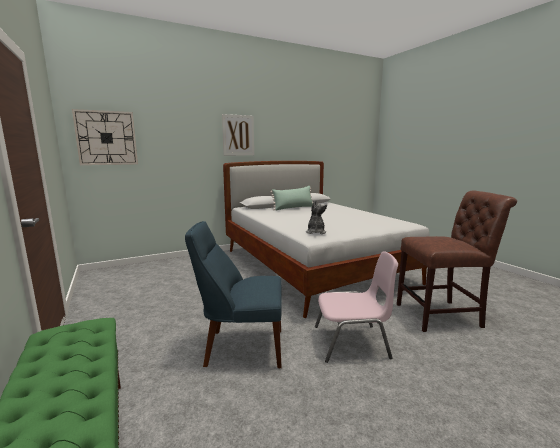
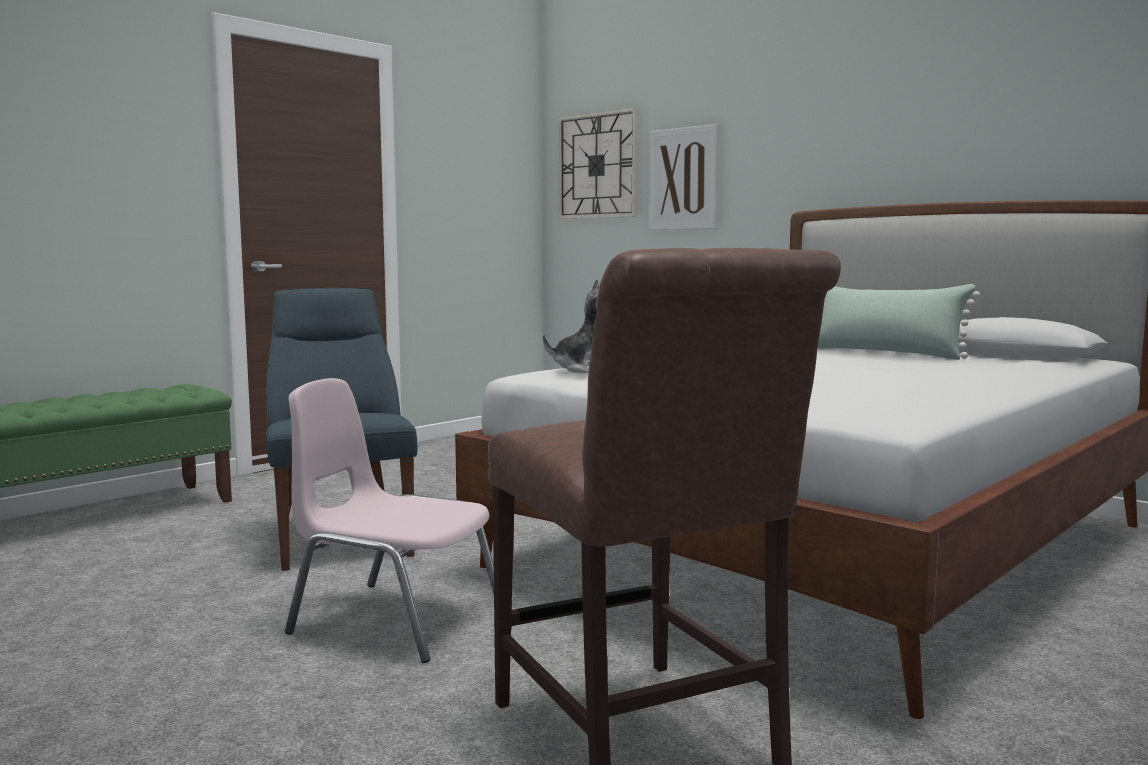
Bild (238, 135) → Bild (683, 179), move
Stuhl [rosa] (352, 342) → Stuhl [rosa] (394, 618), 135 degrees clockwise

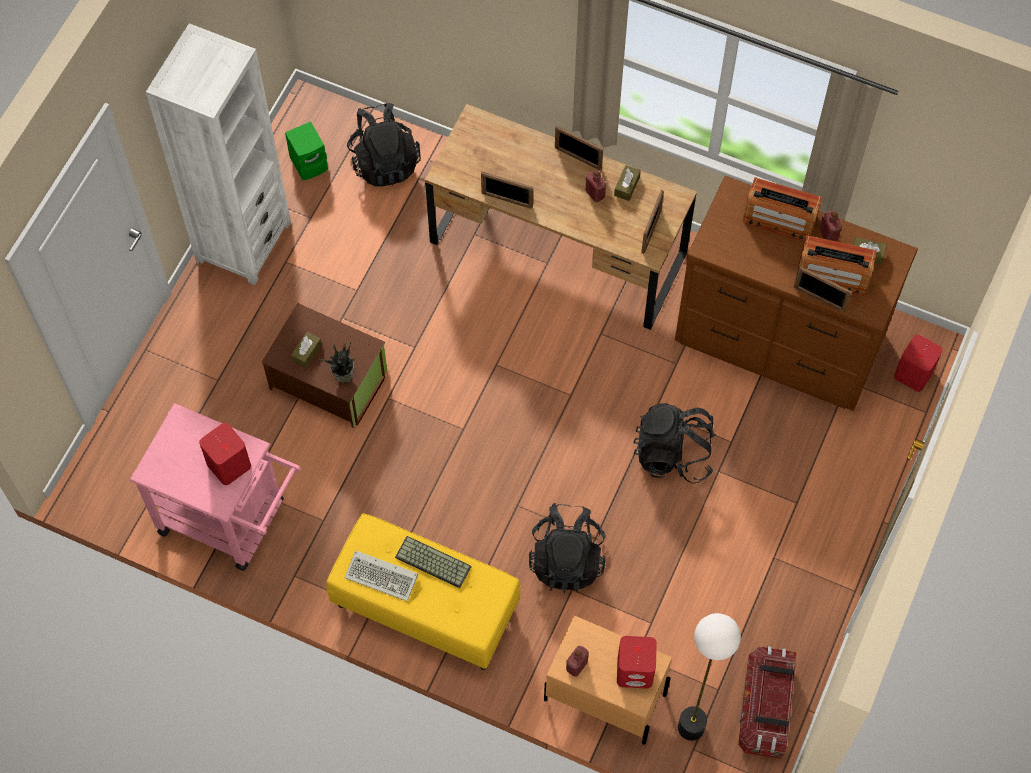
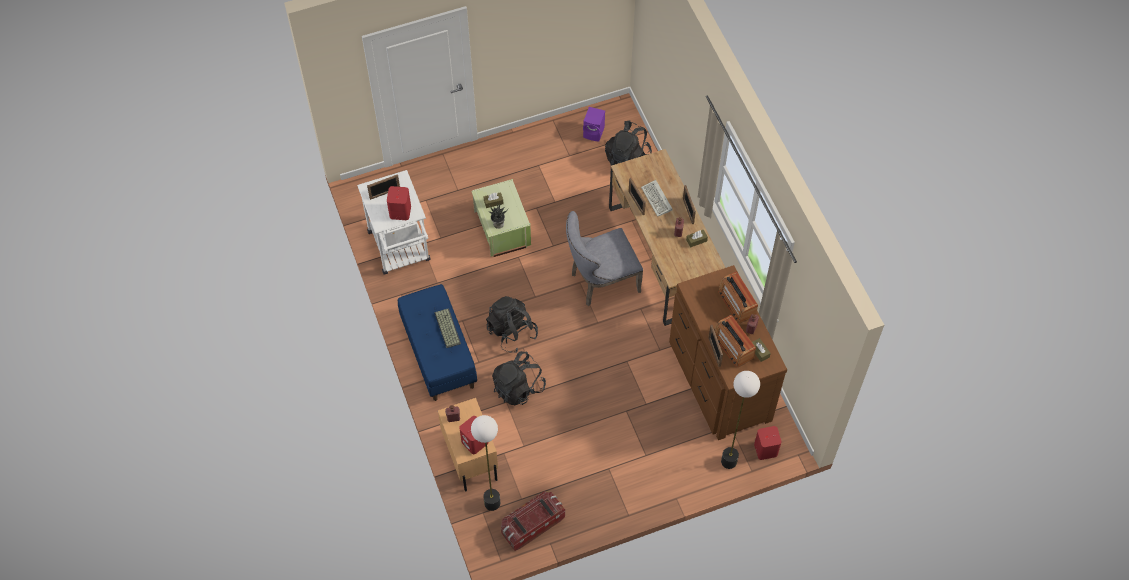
Bücherregal [weiß] (243, 241) → -
Lautsprecher [grün] (310, 163) → Lautsprecher [lila] (594, 133)
Bilderrahmen (651, 231) → Bilderrahmen (385, 193), move
Aufbewahrungsbox [braun] (328, 381) → Aufbewahrungsbox [grün] (501, 229)
Rollwagen [rosa] (231, 520) → Rollwagen [weiß] (401, 251)
Rucksack [schwarz] (673, 454) → Rucksack [schwarz] (511, 332), move
Bank [gelb] (425, 608) → Bank [blau] (438, 354)
Tastatur (383, 576) → Tastatur (657, 200), move
- → Stuhl [grau] (600, 282)
- → Stehlampe (729, 461)

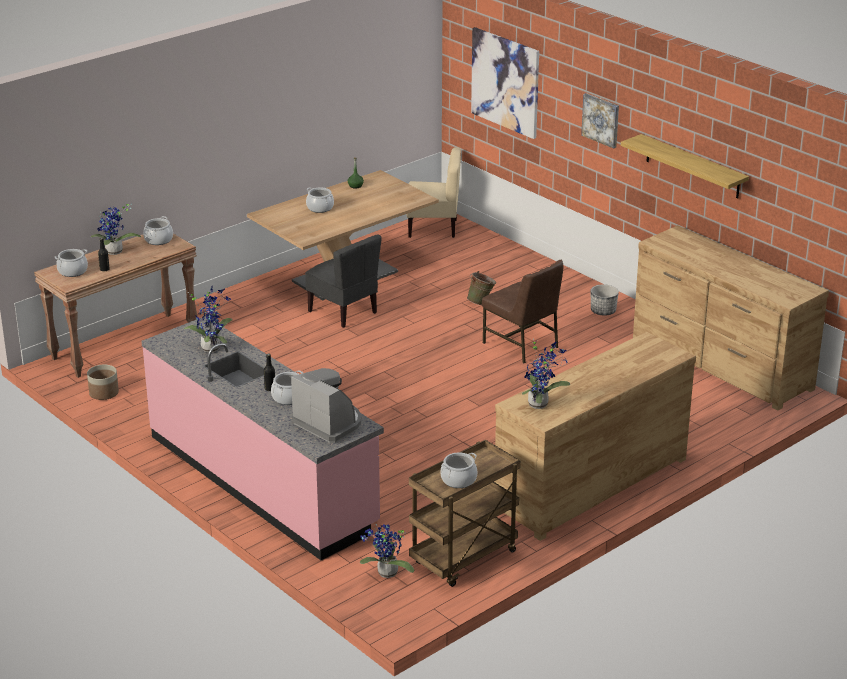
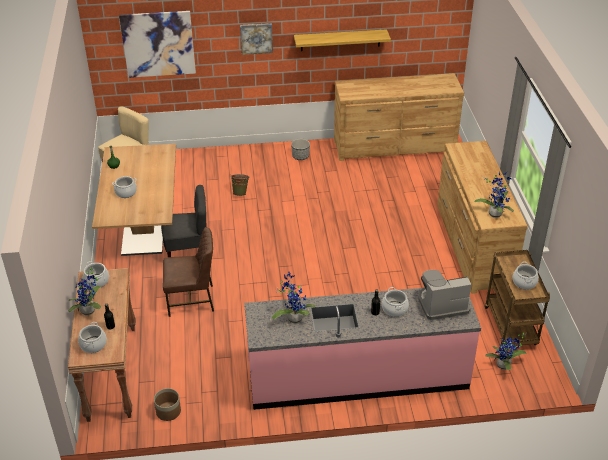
Stuhl [braun] (522, 345) → Stuhl [braun] (192, 300), move

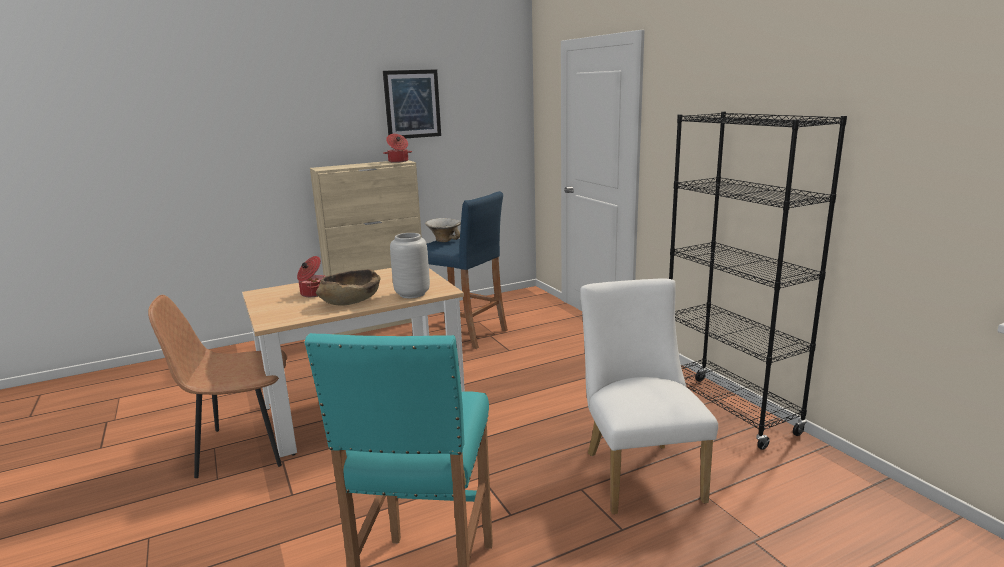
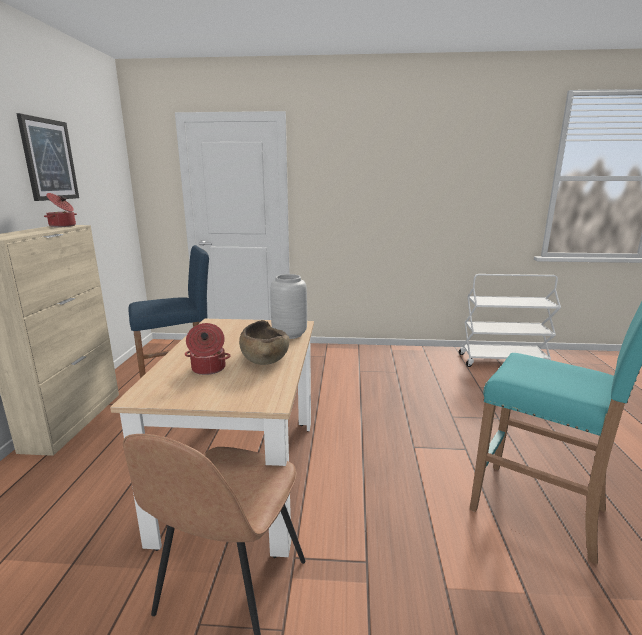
Bücherregal [schwarz] (728, 411) → -
Schüssel (444, 240) → -
Stuhl [weiß] (638, 471) → -
- → Rollwagen [weiß] (503, 361)

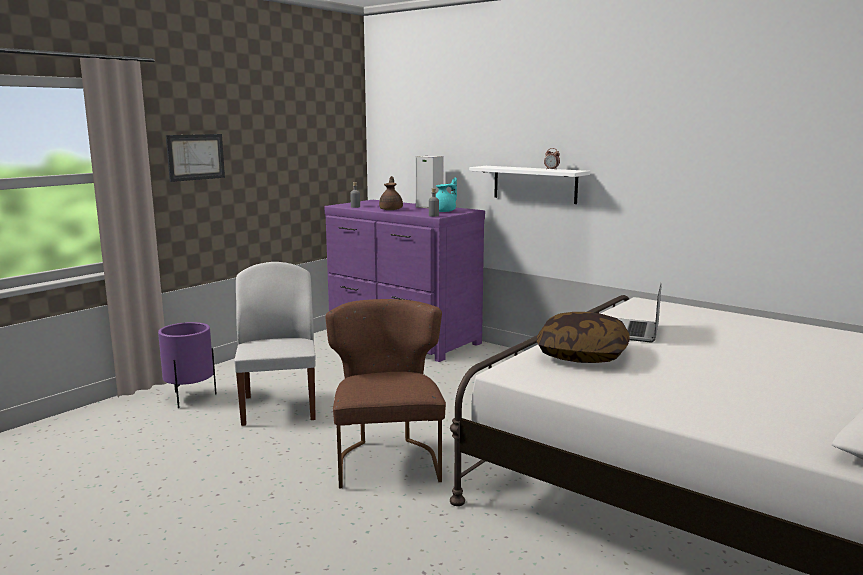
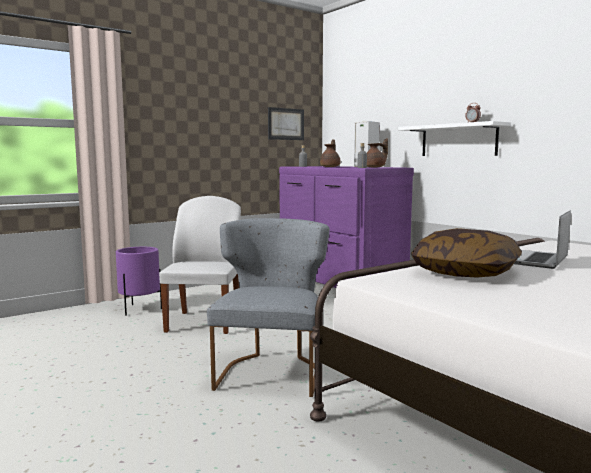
Bild (195, 157) → Bild (285, 124), move
Teekanne [türkis] (445, 211) → Teekanne [braun] (375, 167)
Stuhl [braun] (387, 459) → Stuhl [grau] (271, 371)

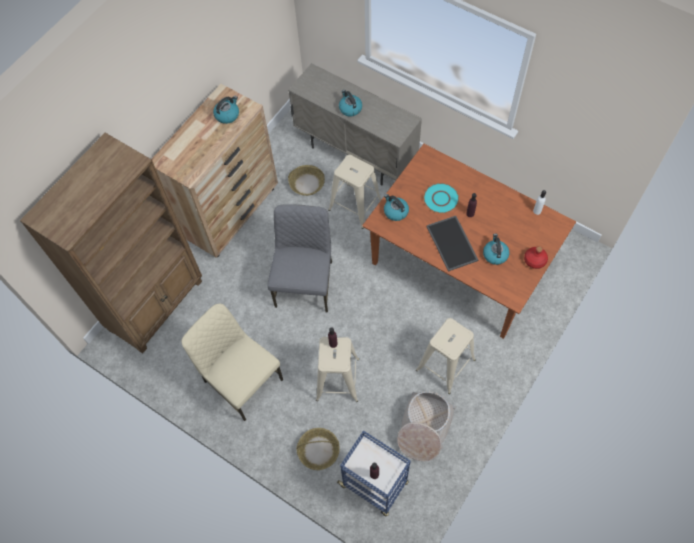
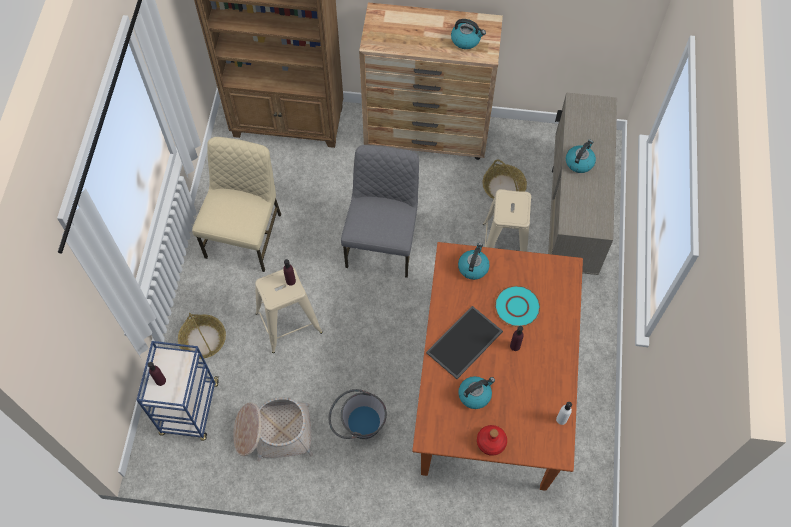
Stuhl [grau] (305, 283) → Stuhl [grau] (383, 242), 60 degrees counterclockwise
Hocker [beige] (445, 364) → Eimer [grau] (357, 424)

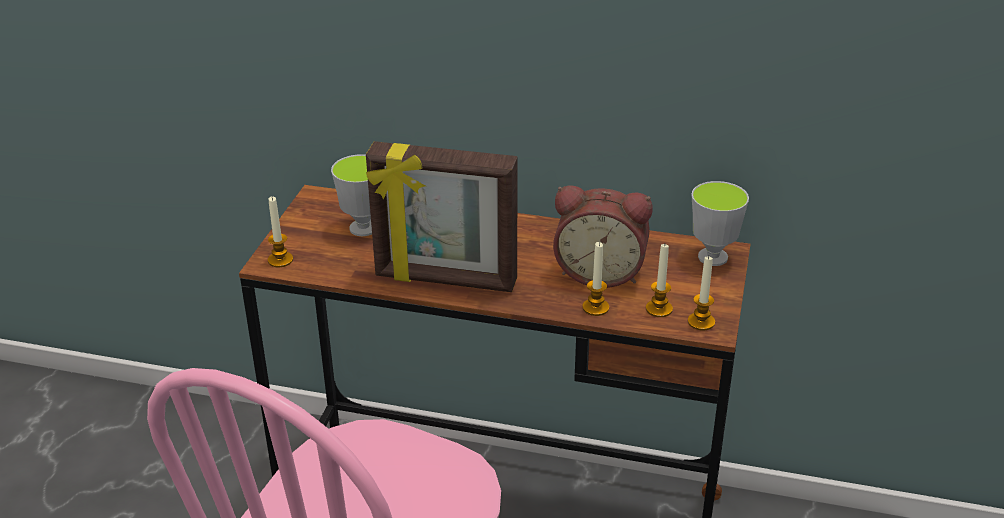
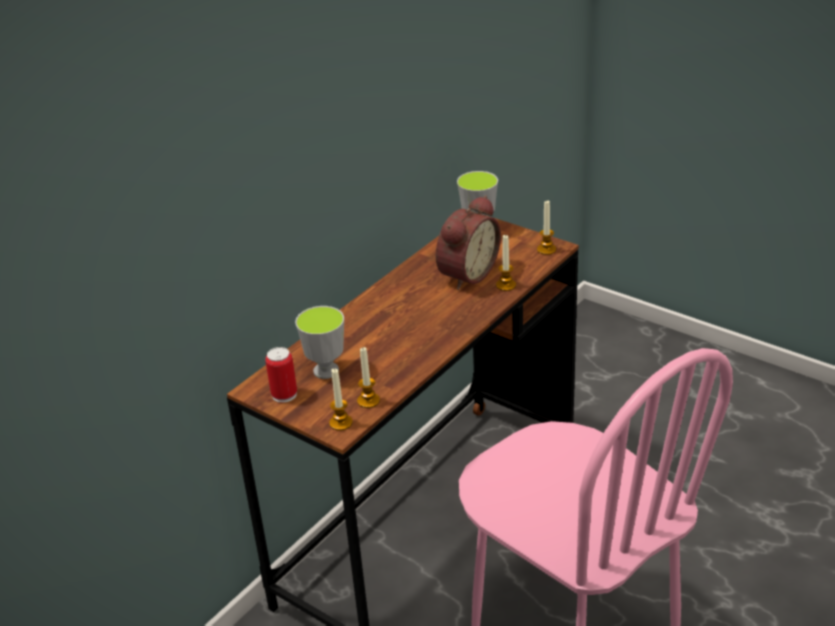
Bilderrahmen (445, 280) → -
Kerze (659, 309) → Kerze (368, 401), move
- → Dose (284, 394)

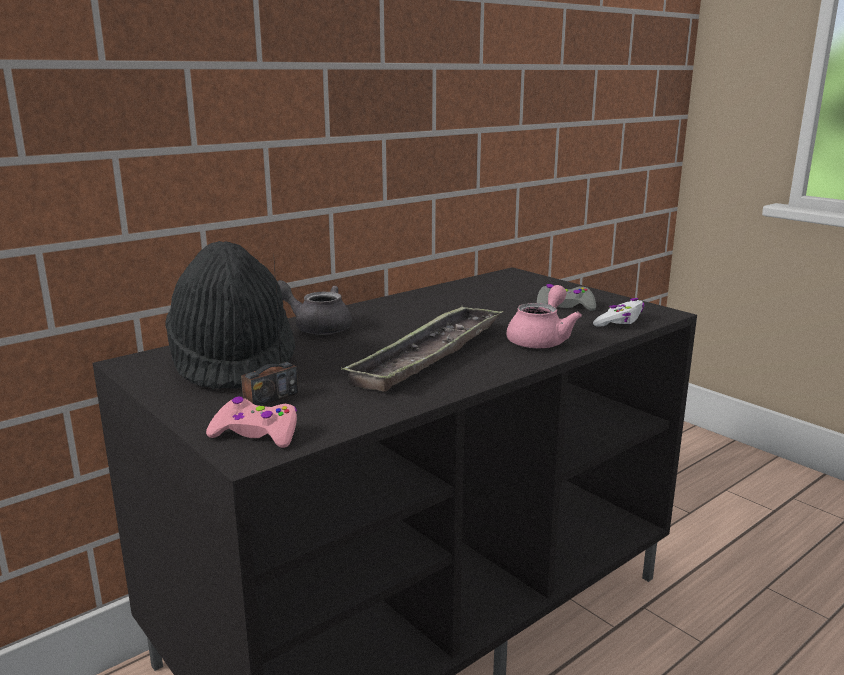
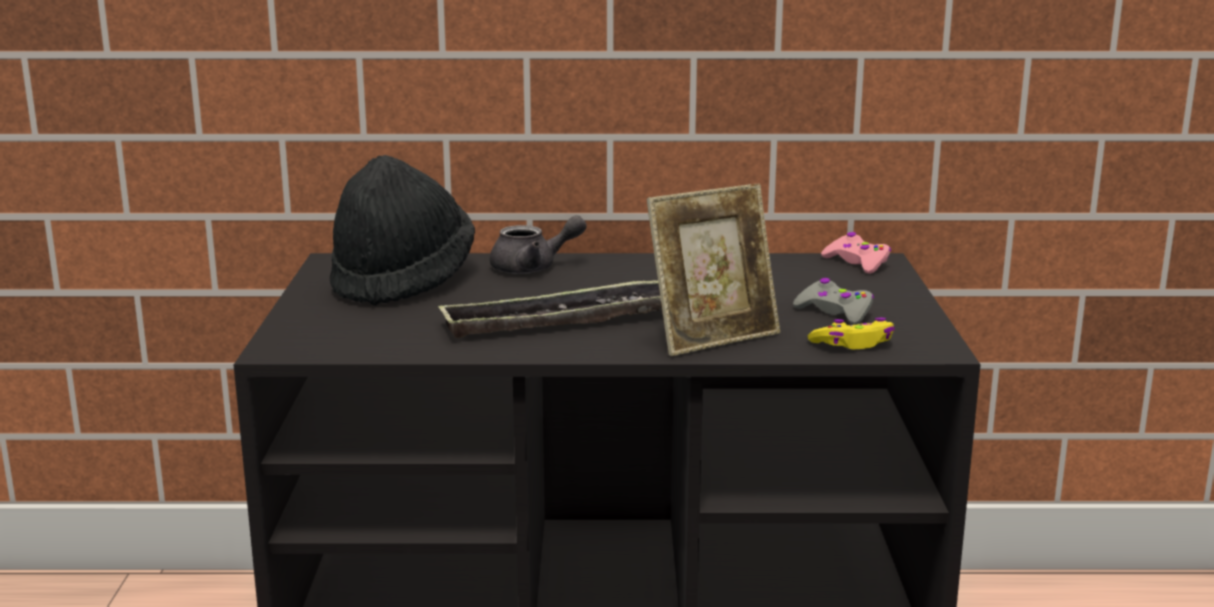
Radio (270, 398) → -
Teekanne [grau] (316, 327) → Teekanne [grau] (533, 268), 105 degrees clockwise
Teekanne [rosa] (541, 339) → Bilderrahmen (713, 337)
Gamepad [weiß] (619, 321) → Gamepad [gelb] (853, 344)
Gamepad [rosa] (256, 434) → Gamepad [rosa] (857, 263), move

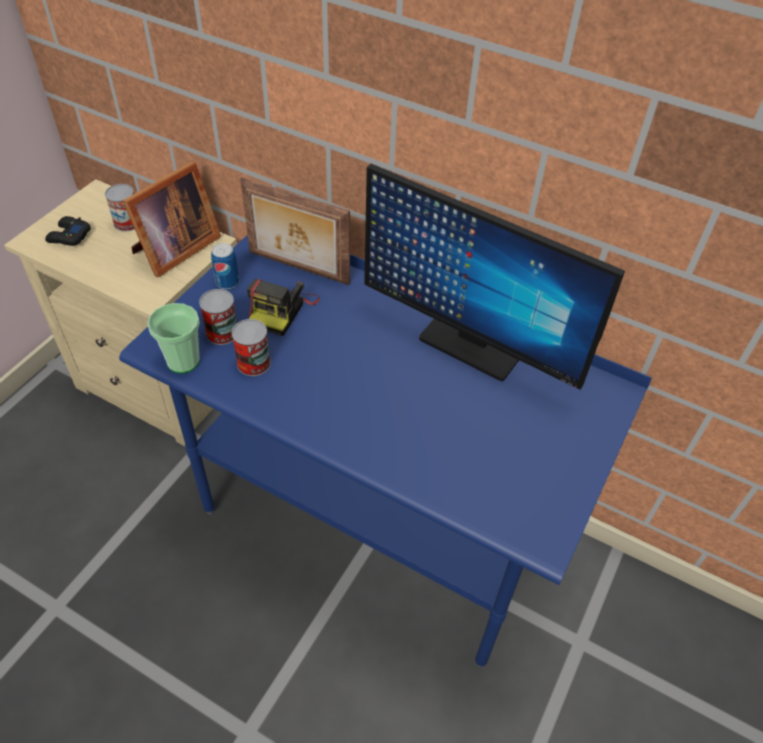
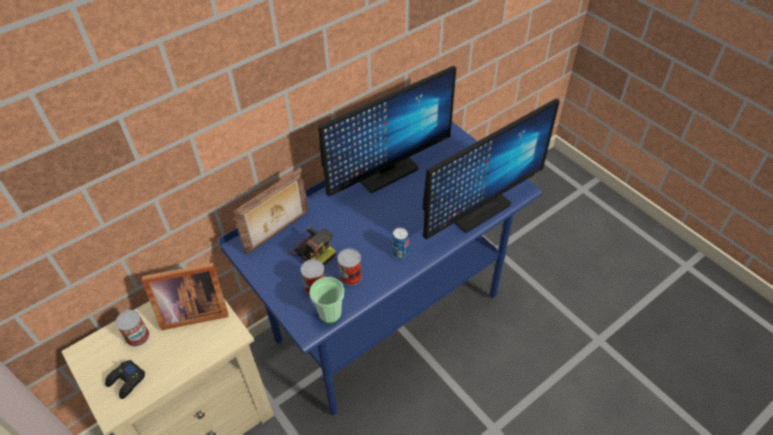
Bilderrahmen (174, 250) → Bilderrahmen (191, 310), 105 degrees clockwise
Dose (227, 282) → Dose (400, 252), move
- → Monitor (478, 209)

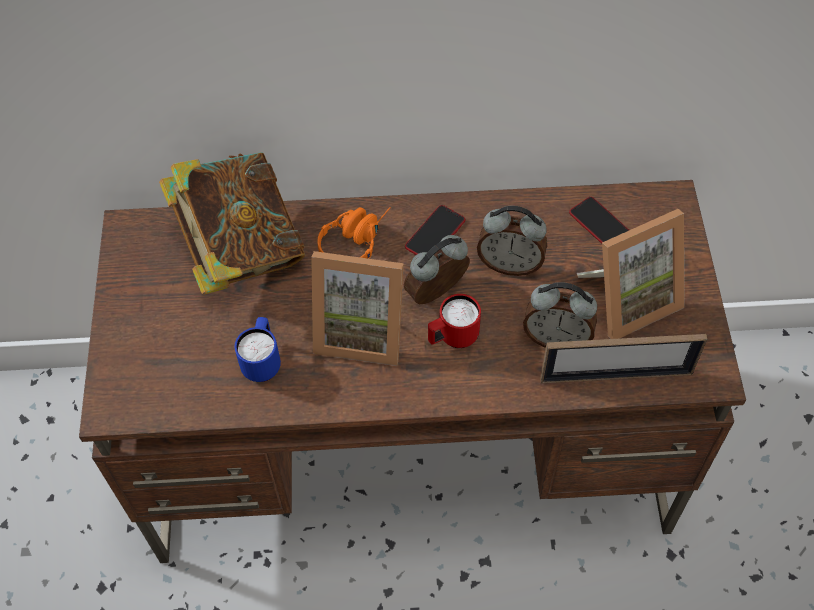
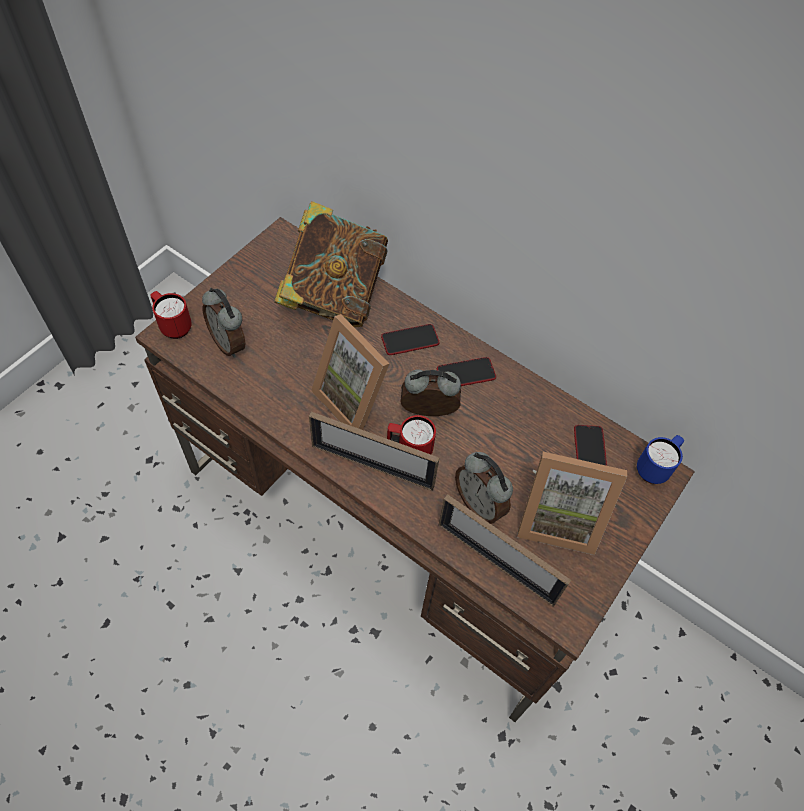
Wecker (510, 264) → Wecker (229, 343), move
Kopfhörer [orange] (355, 240) → Handy (410, 340)
Henkelbecher [blau] (262, 362) → Henkelbecher [blau] (655, 468), move
- → Henkelbecher [rot] (173, 325)
- → Bilderrahmen (372, 466)

